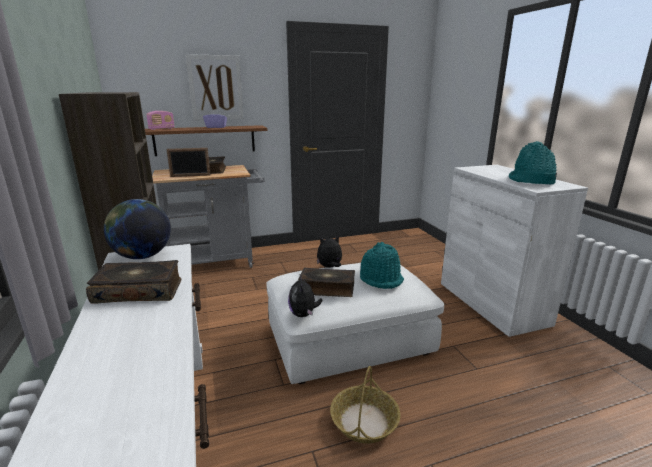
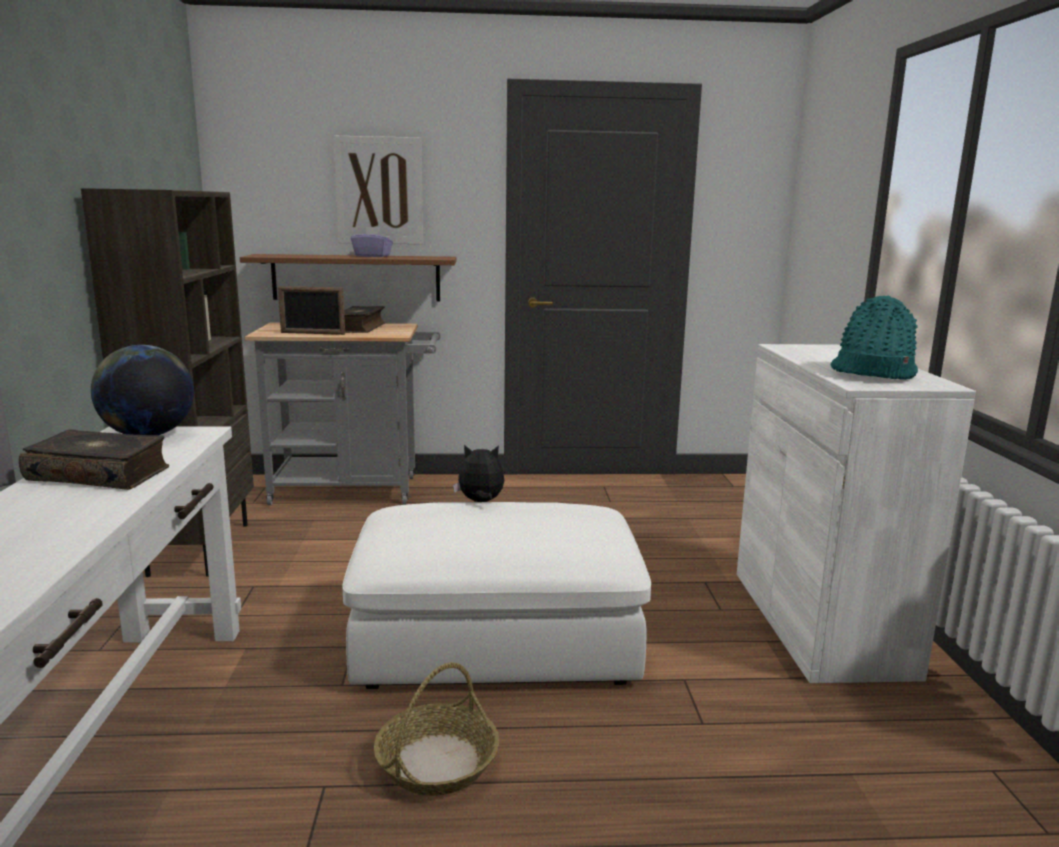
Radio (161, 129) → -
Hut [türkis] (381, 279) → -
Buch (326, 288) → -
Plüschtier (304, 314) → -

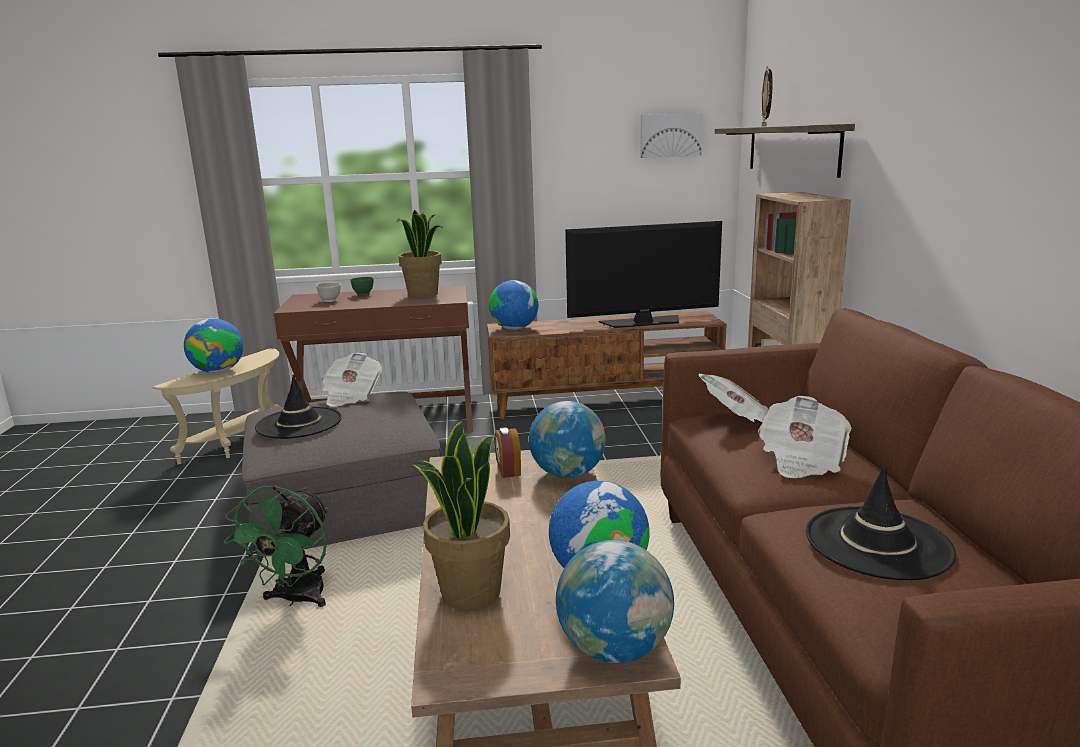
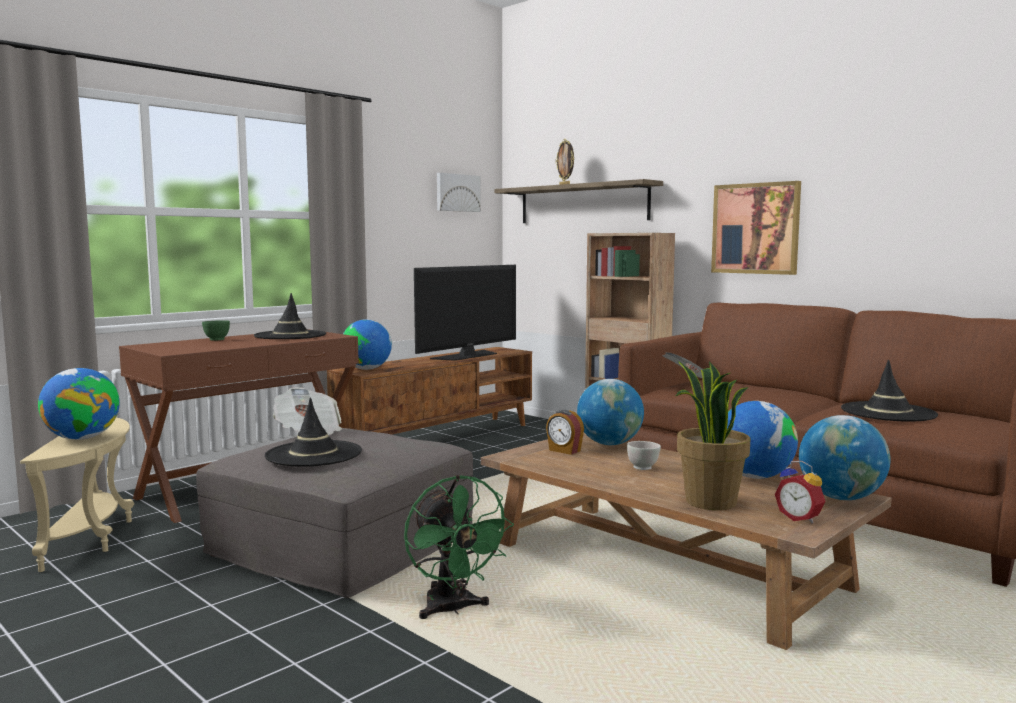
Topfpflanze (423, 295) → Hut [schwarz] (290, 335)
Schüssel [weiß] (330, 301) → Schüssel [weiß] (643, 468), move
Zeitung (801, 460) → -
- → Bild (755, 228)
- → Wecker (800, 518)

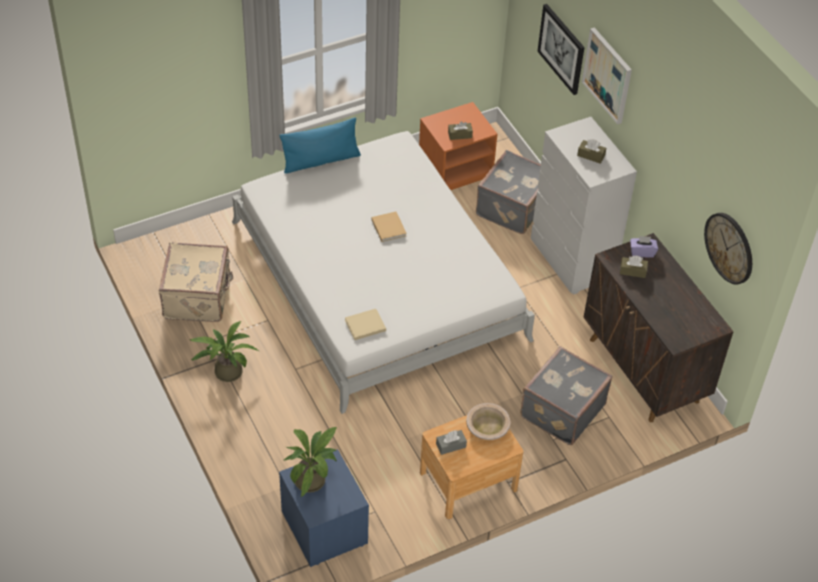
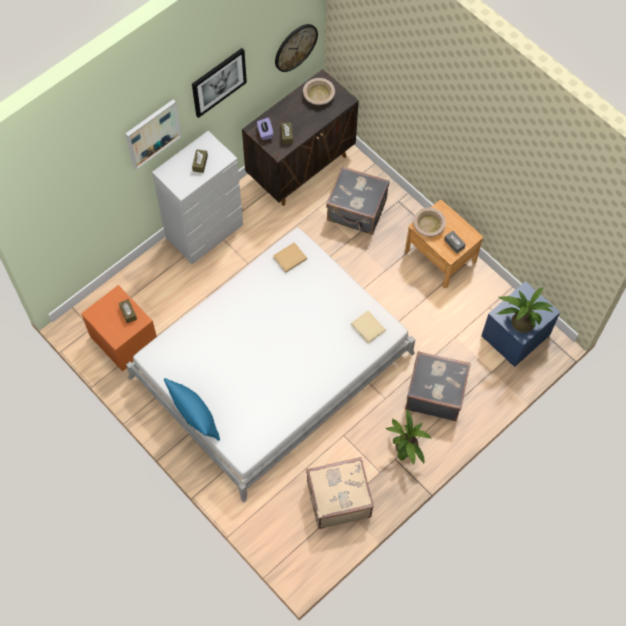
Bild (562, 48) → Bild (218, 82), move
Koffer [grau] (514, 208) → Koffer [grau] (435, 392), move
Buch [beige] (388, 227) → Buch [beige] (289, 258), move
- → Schüssel [beige] (318, 95)

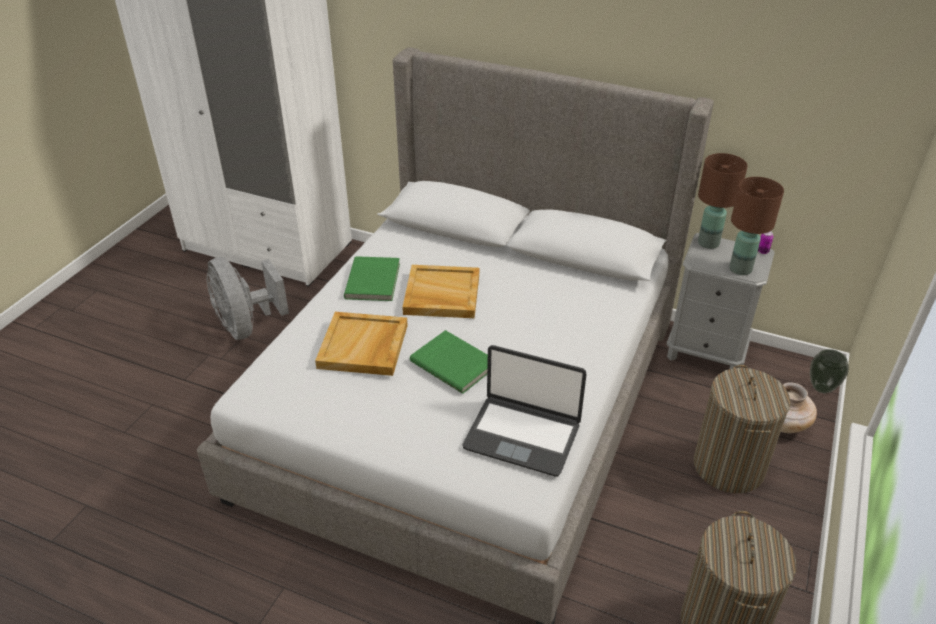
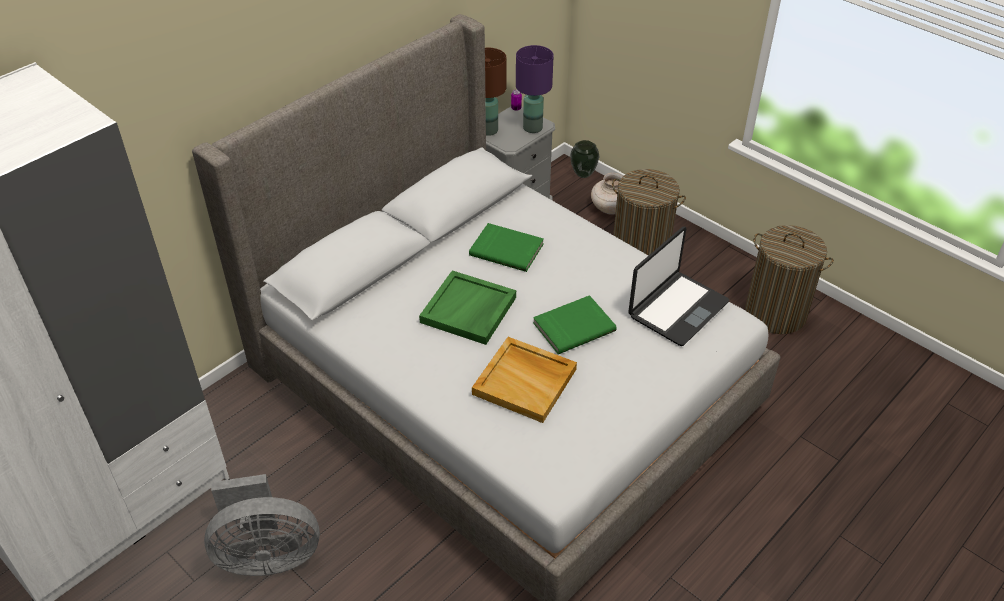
Tischlampe [braun] (739, 269) → Tischlampe [lila] (532, 128)
Buch [grün] (374, 281) → Buch [grün] (507, 249), move
Tablett [beige] (441, 294) → Tablett [grün] (469, 310)

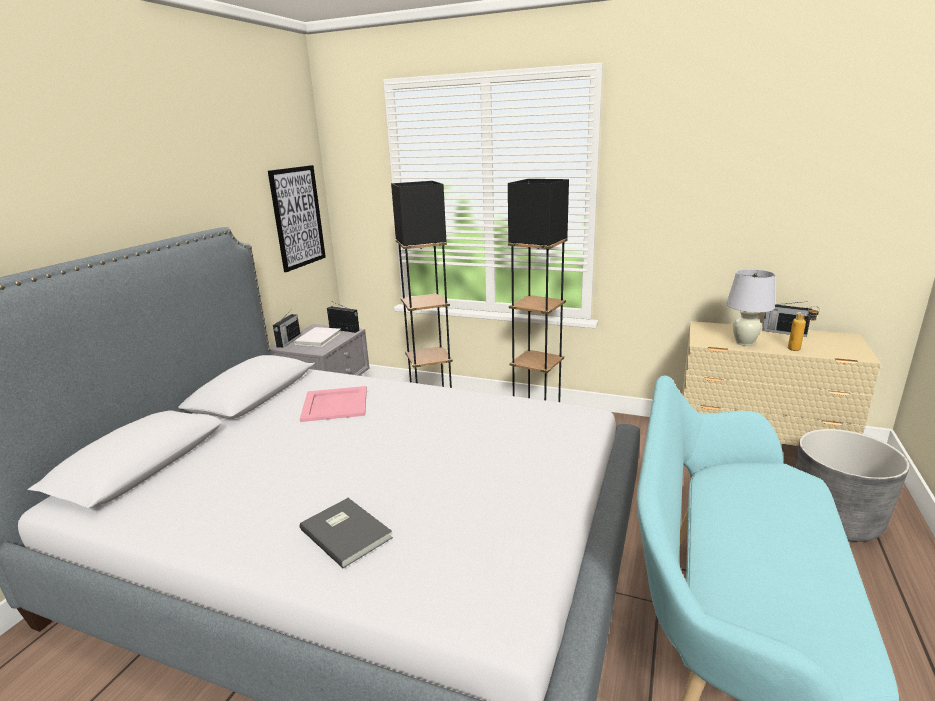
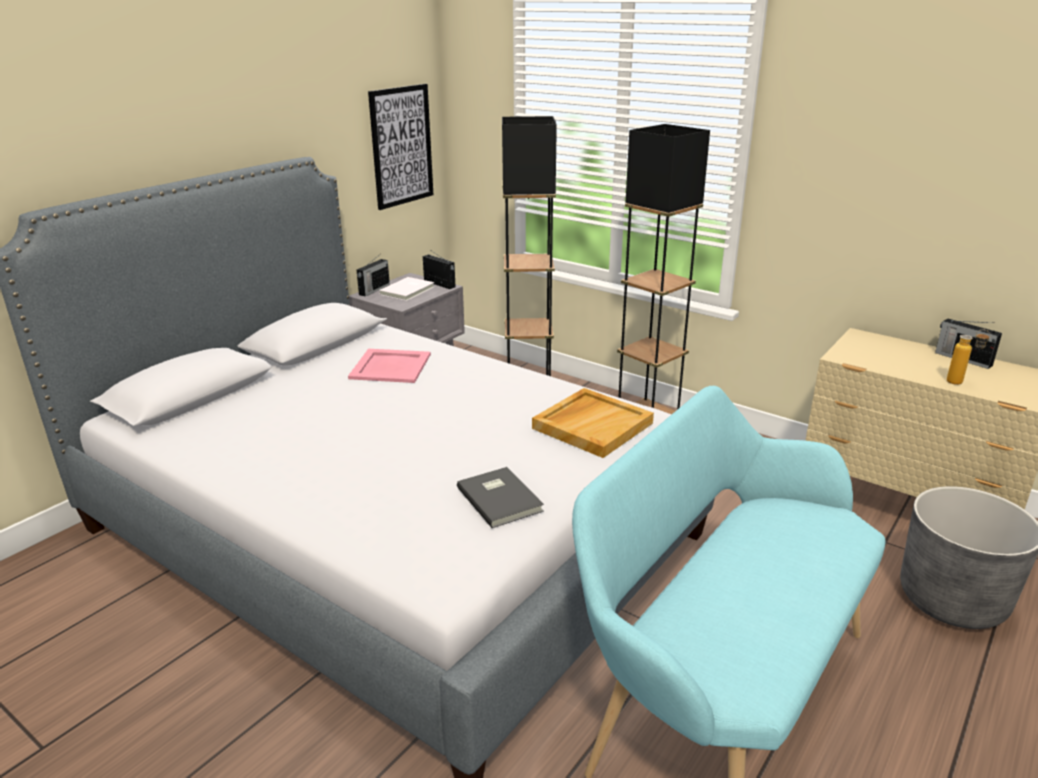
Tischlampe [weiß] (744, 343) → -
Buch [grau] (347, 532) → Buch [grau] (500, 498), move
- → Tablett [beige] (592, 425)

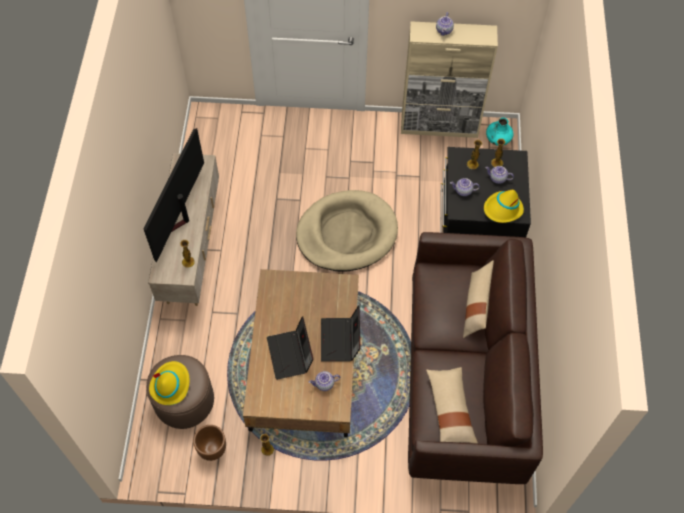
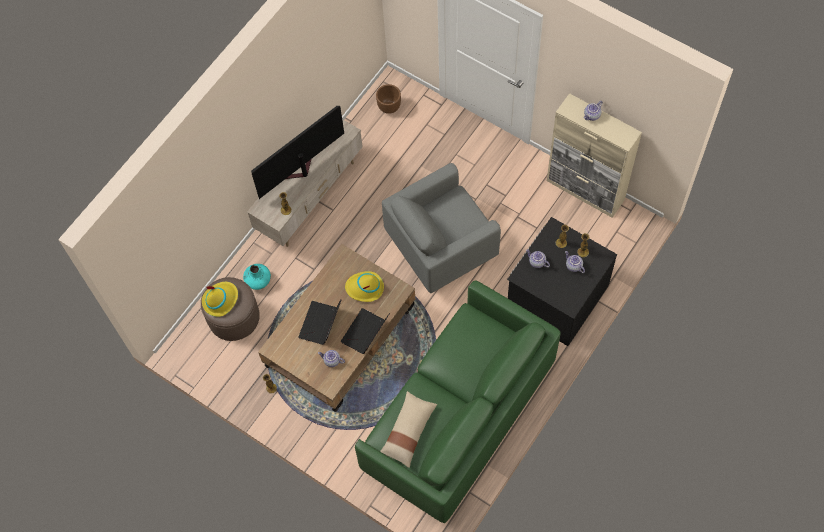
Vase [türkis] (497, 140) → Vase [türkis] (258, 281), move
Hundebett [beige] (346, 233) → Sessel [grau] (442, 247)
Hut [gelb] (502, 209) → Hut [gelb] (365, 288), move
Sofa [braun] (465, 377) → Sofa [grün] (458, 416)
Kissen [beige] (476, 306) → -
Pflanzkübel [braun] (212, 450) → Pflanzkübel [braun] (389, 107), move

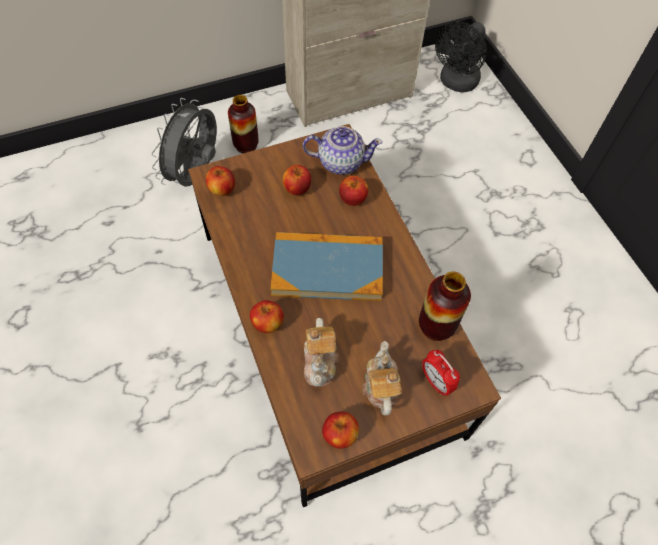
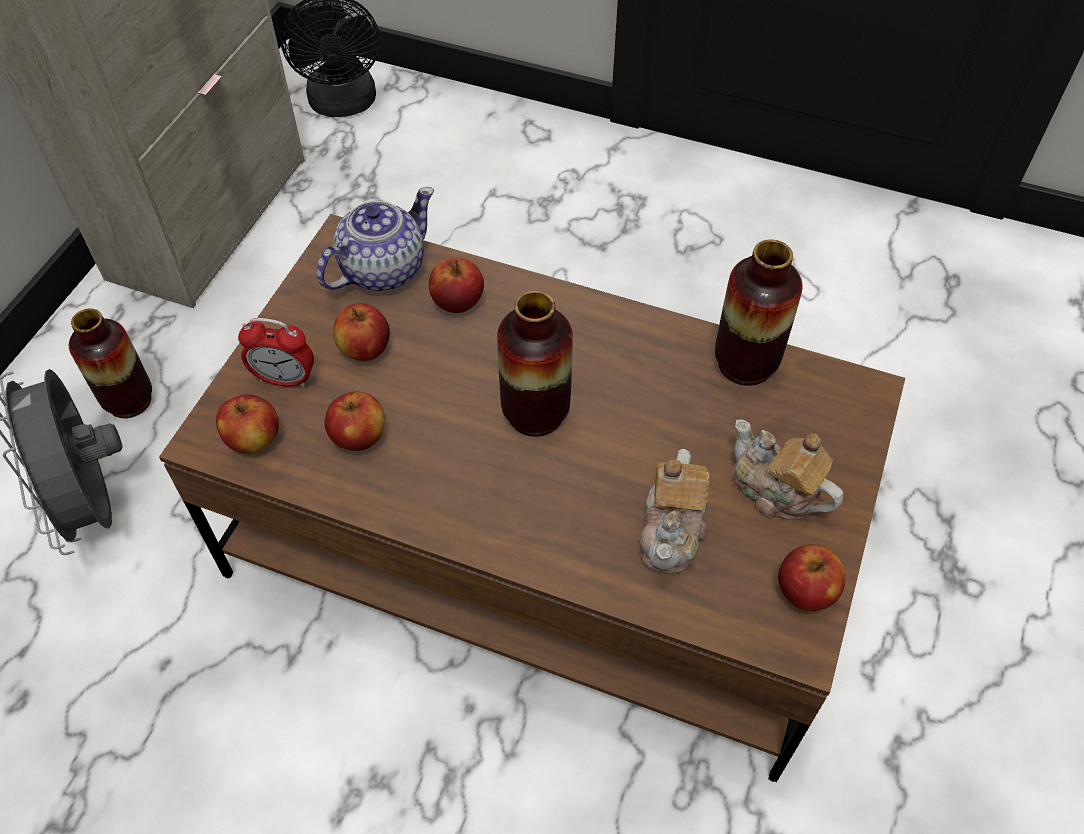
Buch (327, 268) → Vase (535, 413)
Apfel (268, 323) → Apfel (359, 437), move
Teekanne (320, 361) → Teekanne (672, 531), 60 degrees clockwise
Wecker (436, 382) → Wecker (285, 379), move

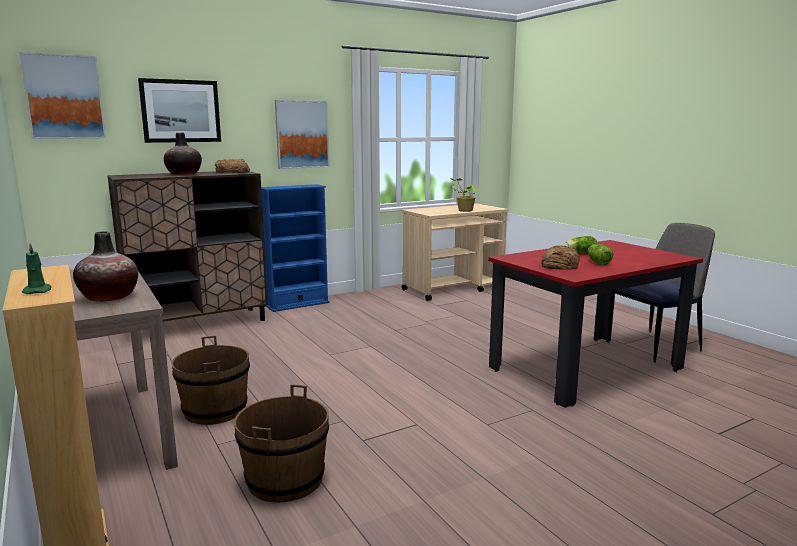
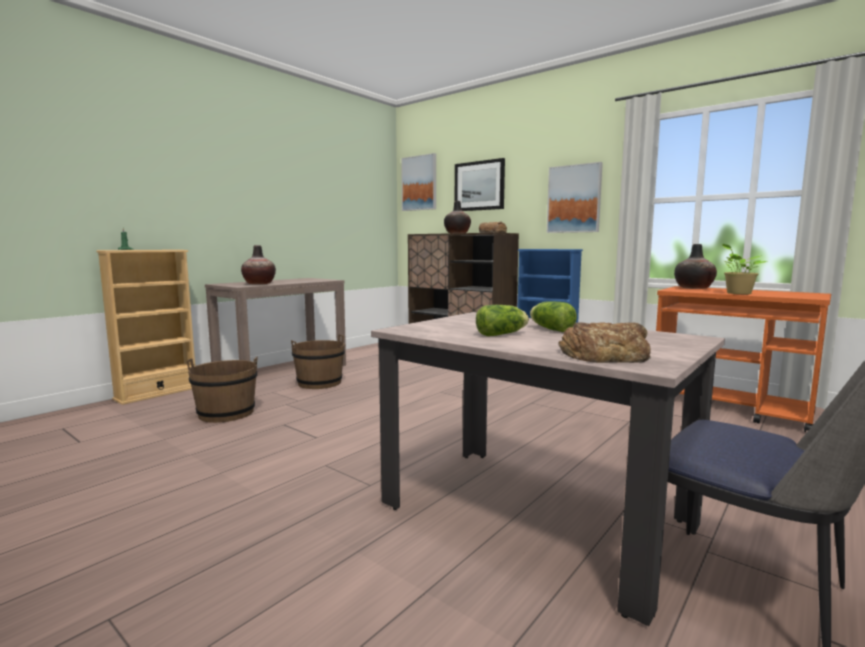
Rollwagen [beige] (453, 289) → Rollwagen [orange] (731, 408)
Esstisch [rot] (585, 369) → Esstisch [beige] (534, 515)
Brot (559, 264) → Brot (605, 354), move
- → Vase (693, 288)

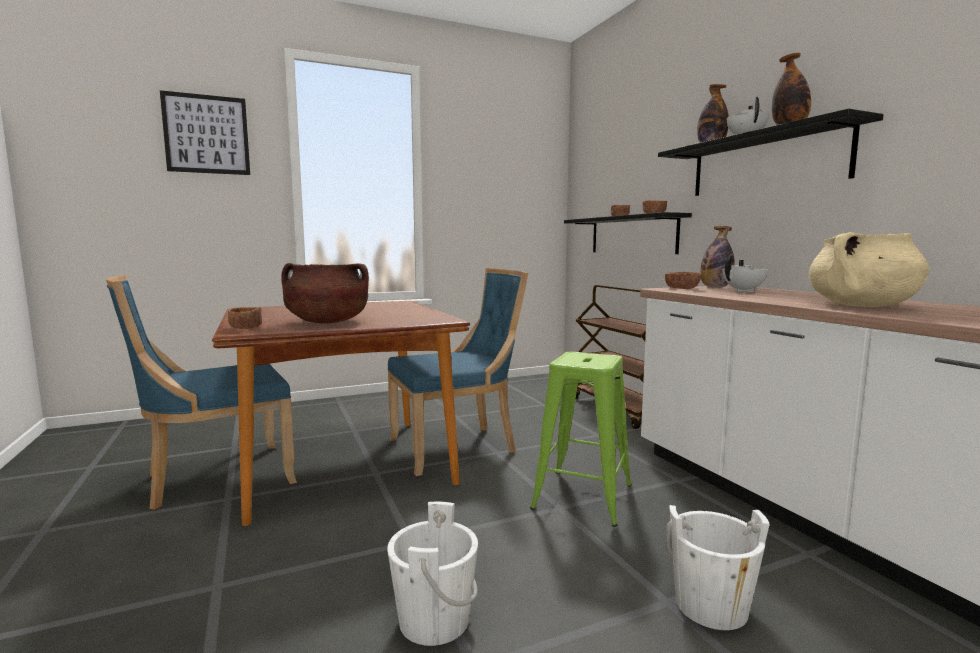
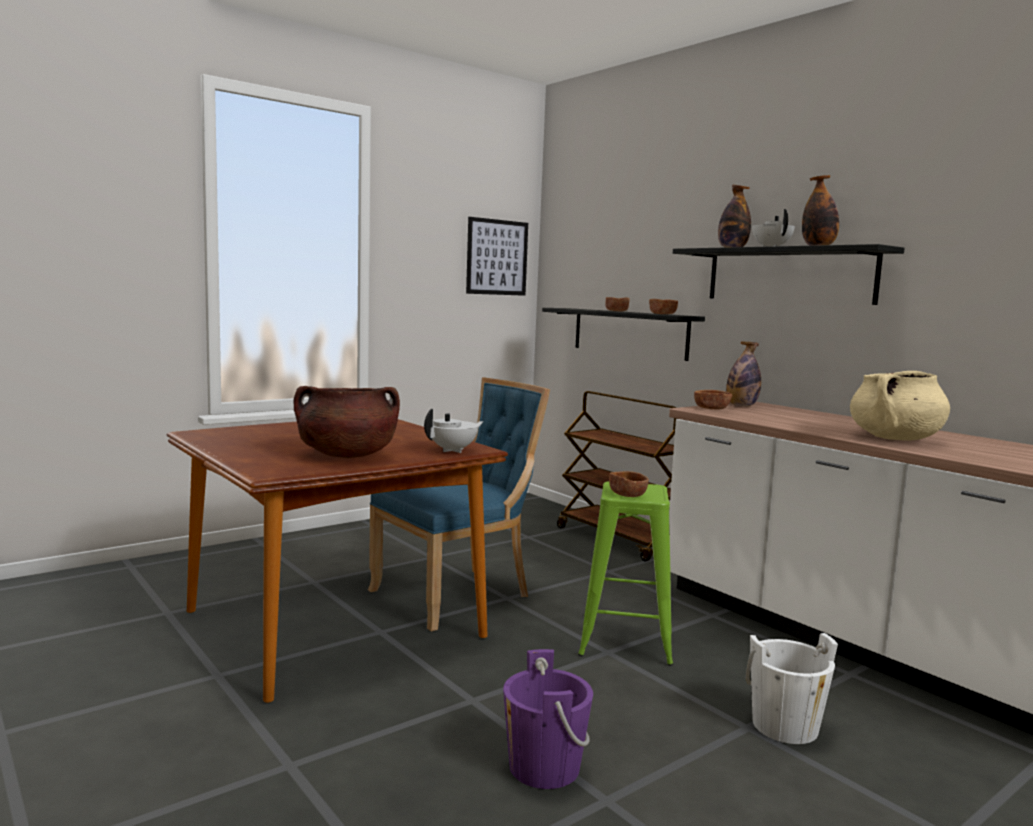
Bild (207, 134) → Bild (497, 257), move
Teekanne [weiß] (744, 291) → Teekanne [weiß] (453, 450), move
Stuhl [blau] (215, 478) → -
Schüssel [braun] (246, 327) → Schüssel [braun] (627, 494), move
Eimer [weiß] (434, 620) → Eimer [lila] (544, 767)

